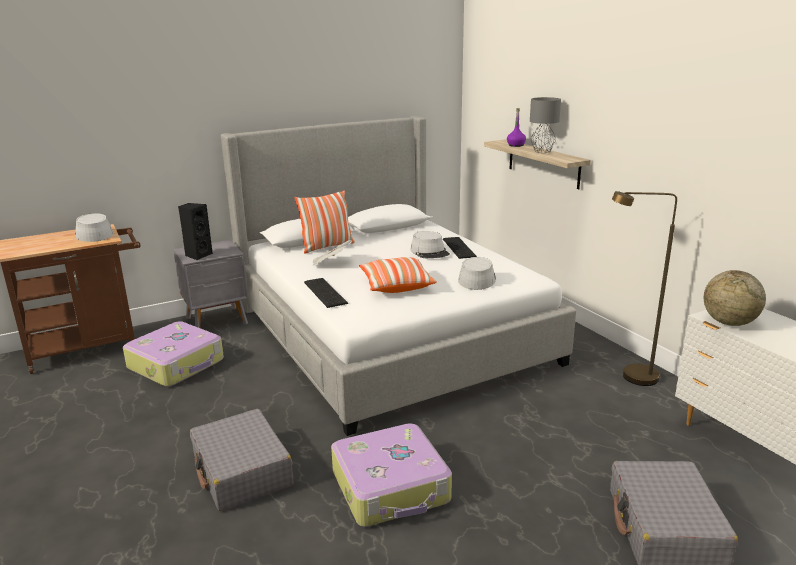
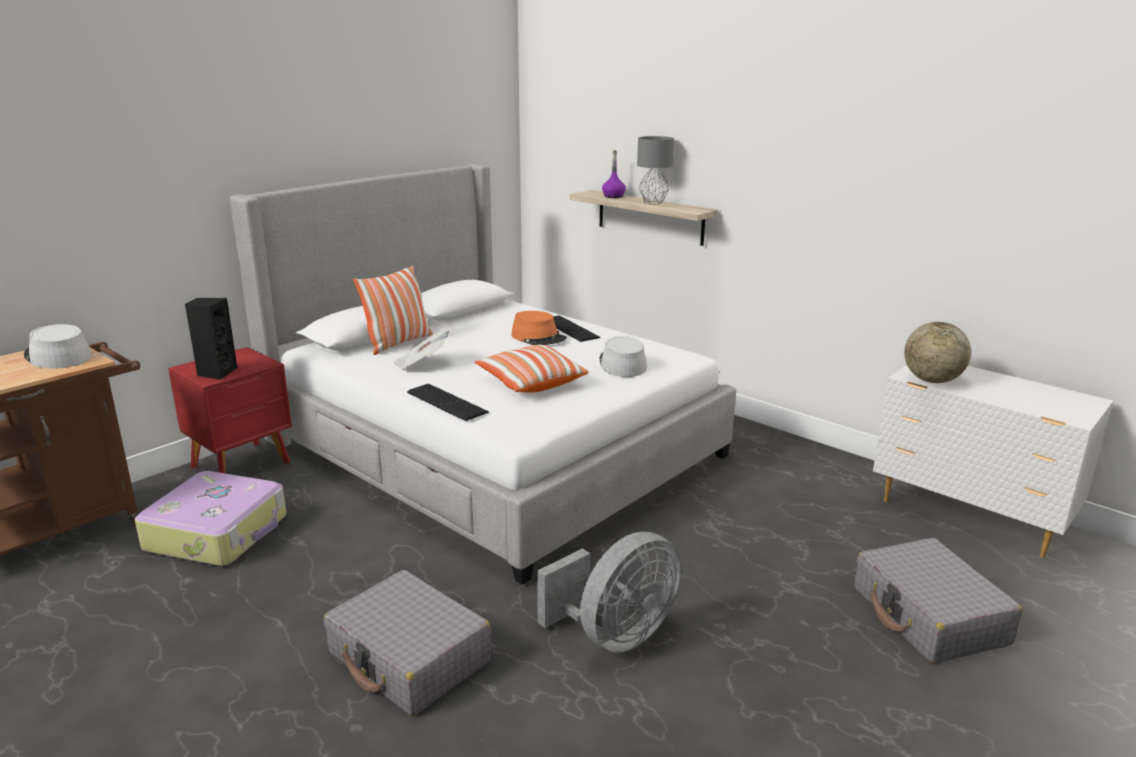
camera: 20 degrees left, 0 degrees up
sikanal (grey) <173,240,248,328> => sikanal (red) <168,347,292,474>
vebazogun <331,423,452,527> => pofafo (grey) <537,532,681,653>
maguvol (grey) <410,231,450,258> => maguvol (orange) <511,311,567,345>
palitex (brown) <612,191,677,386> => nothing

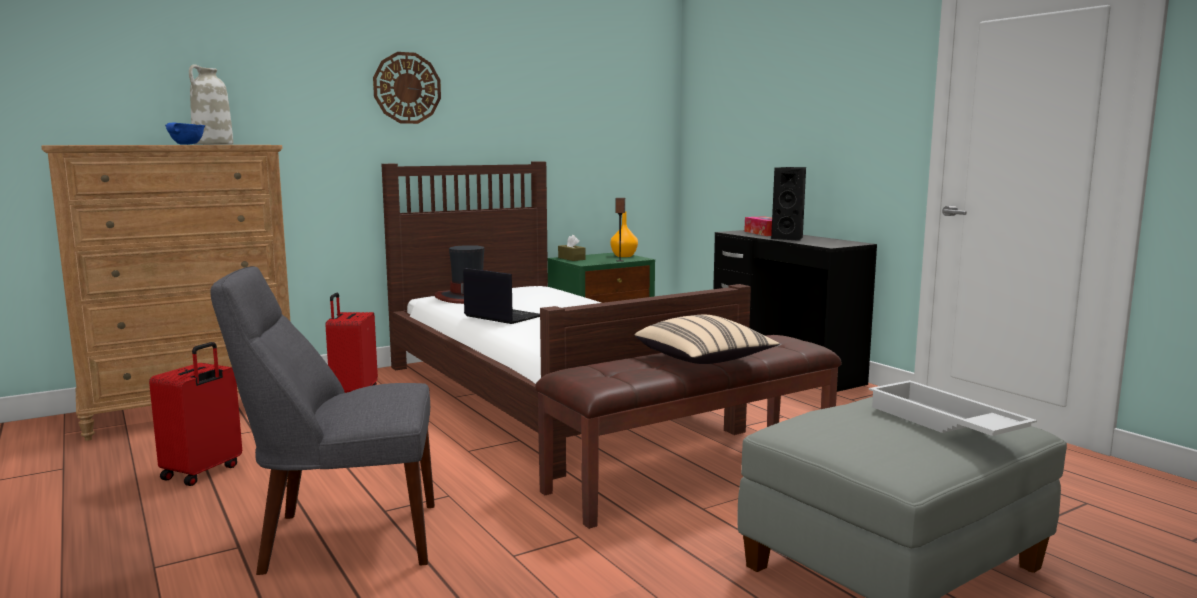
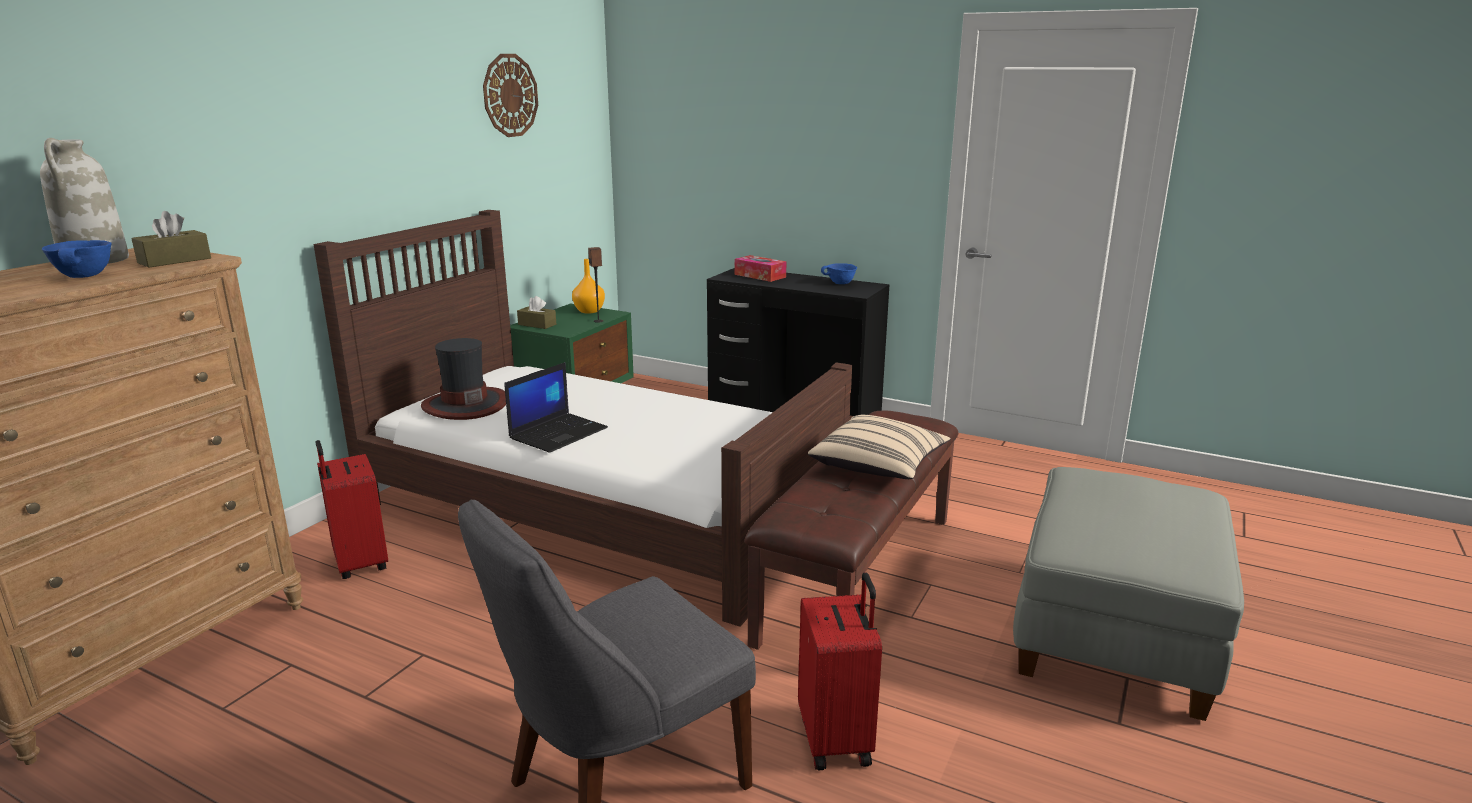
camera: 30 degrees left, 10 degrees up
vebazogun (red) <149,342,242,486> => vebazogun (red) <798,572,882,771>, move
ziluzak <373,52,441,124> => ziluzak <483,54,538,137>, move
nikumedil <463,268,540,324> => nikumedil <504,362,608,453>, 120 degrees clockwise
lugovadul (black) <771,167,806,241> => nothing
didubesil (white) <869,380,1037,436> => nothing
nothing => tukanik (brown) <131,211,211,267>
nothing => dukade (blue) <821,263,857,284>

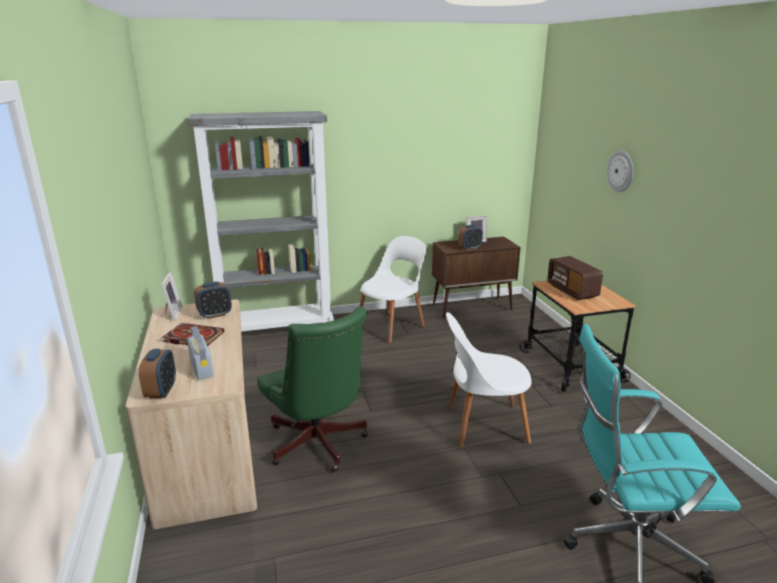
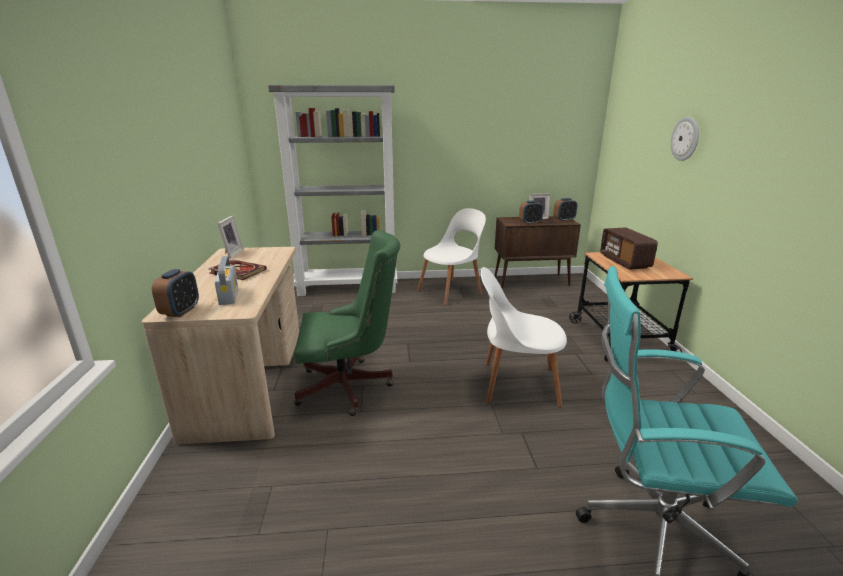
camera: 10 degrees right, 0 degrees up
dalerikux <194,281,232,319> => dalerikux <553,198,577,222>, move
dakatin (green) <257,306,368,472> => dakatin (green) <294,230,400,416>, 75 degrees counterclockwise

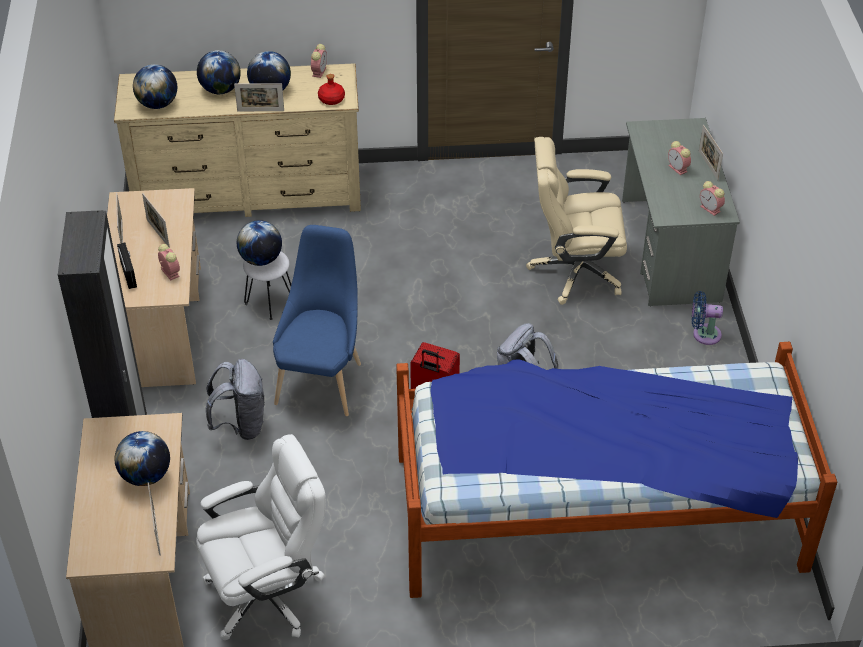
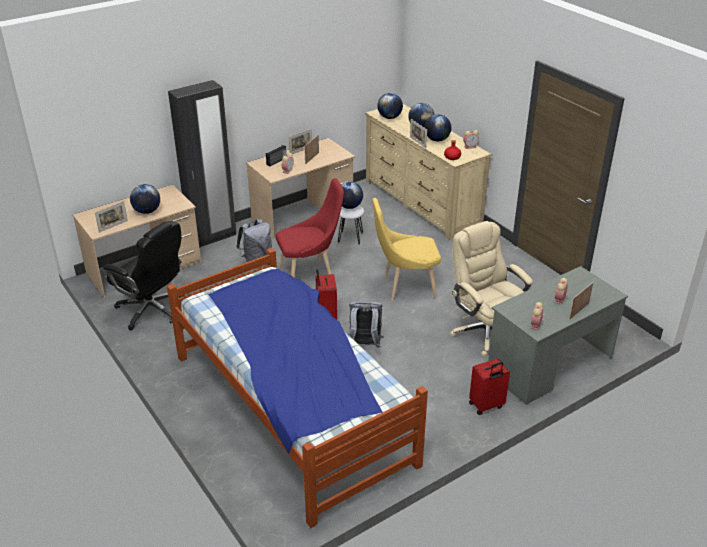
camera: 60 degrees right, 10 degrees down
dakatin (white) <196,434,326,640> => dakatin (black) <103,221,185,330>
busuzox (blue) <273,225,361,416> => busuzox (red) <276,178,344,277>
pofafo (blue) <692,291,723,345> => vebazogun (red) <469,359,510,415>
nothing => busuzox (yellow) <372,198,441,301>

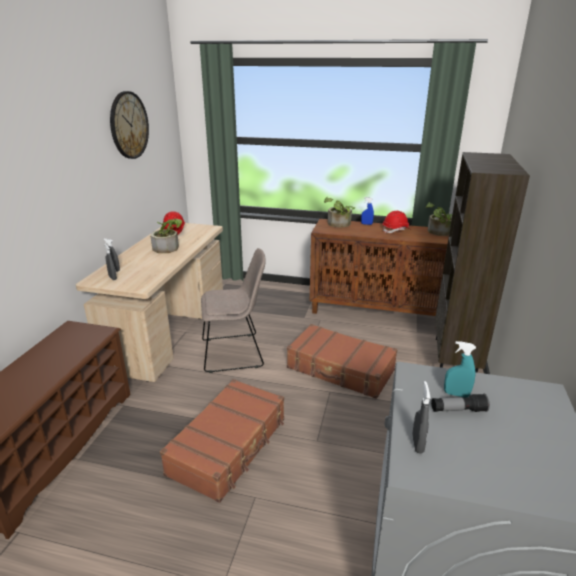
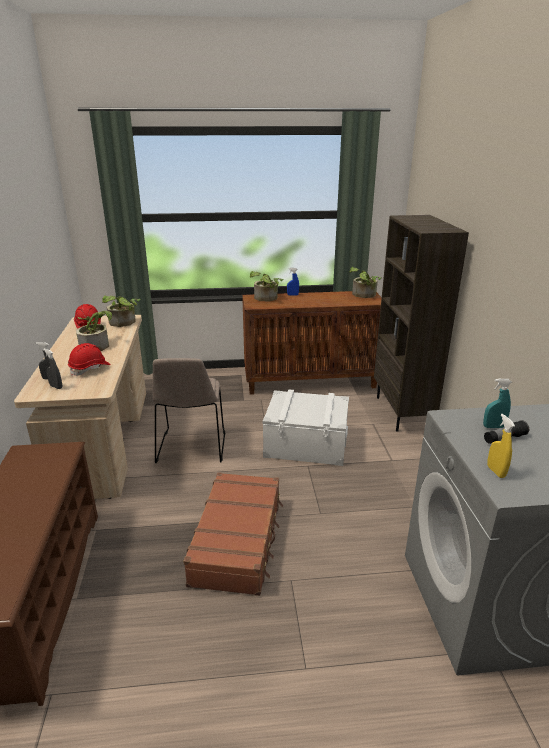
camera: 20 degrees left, 0 degrees up
ziluzak <110,91,149,159> => nothing
busuzox (beige) <201,248,266,373> => busuzox (beige) <152,358,226,463>, 120 degrees clockwise
vebazogun (brown) <287,324,397,399> => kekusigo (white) <263,389,349,466>
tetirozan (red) <383,211,410,234> => tetirozan (red) <68,343,111,377>, move
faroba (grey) <412,381,430,454> => faroba (yellow) <487,414,515,478>
nothing => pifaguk <102,295,140,327>

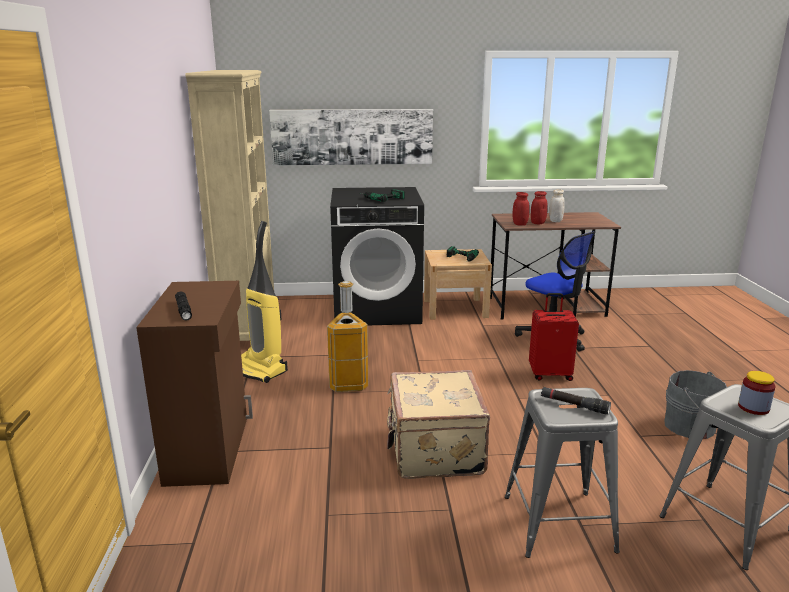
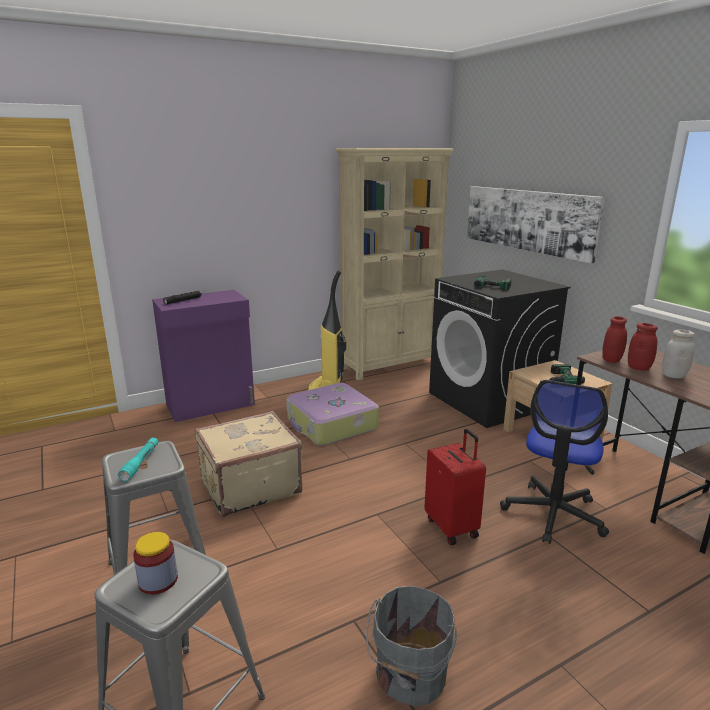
camera: 65 degrees right, 0 degrees up
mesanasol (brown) <136,281,253,487> => mesanasol (purple) <152,290,255,422>
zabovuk <327,281,368,392> => vebazogun <286,383,379,446>
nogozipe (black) <541,387,611,415> => nogozipe (turquoise) <118,438,159,481>

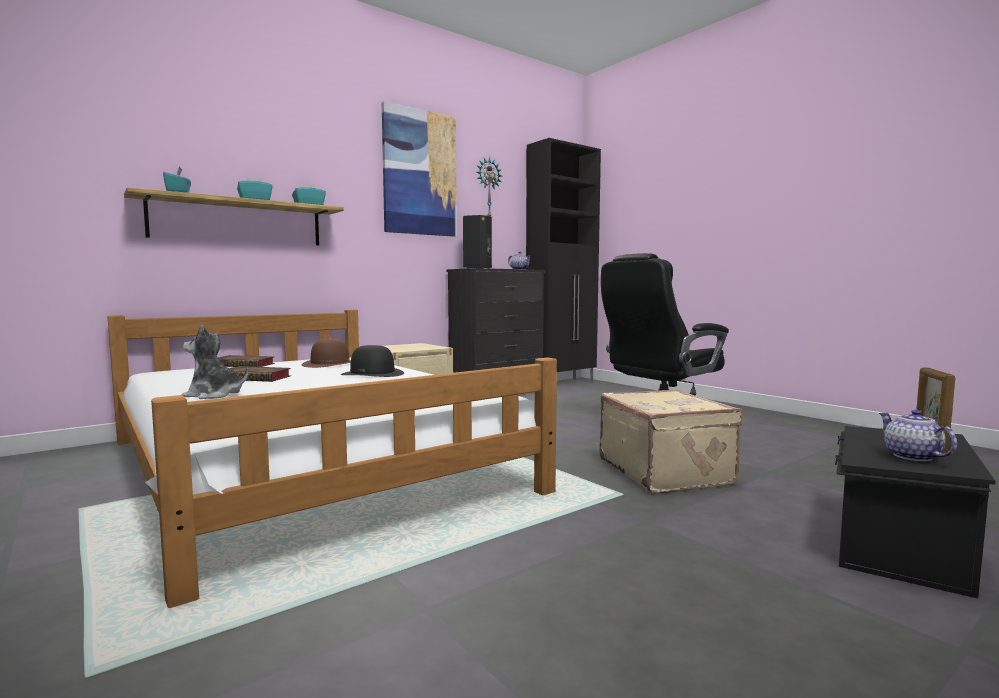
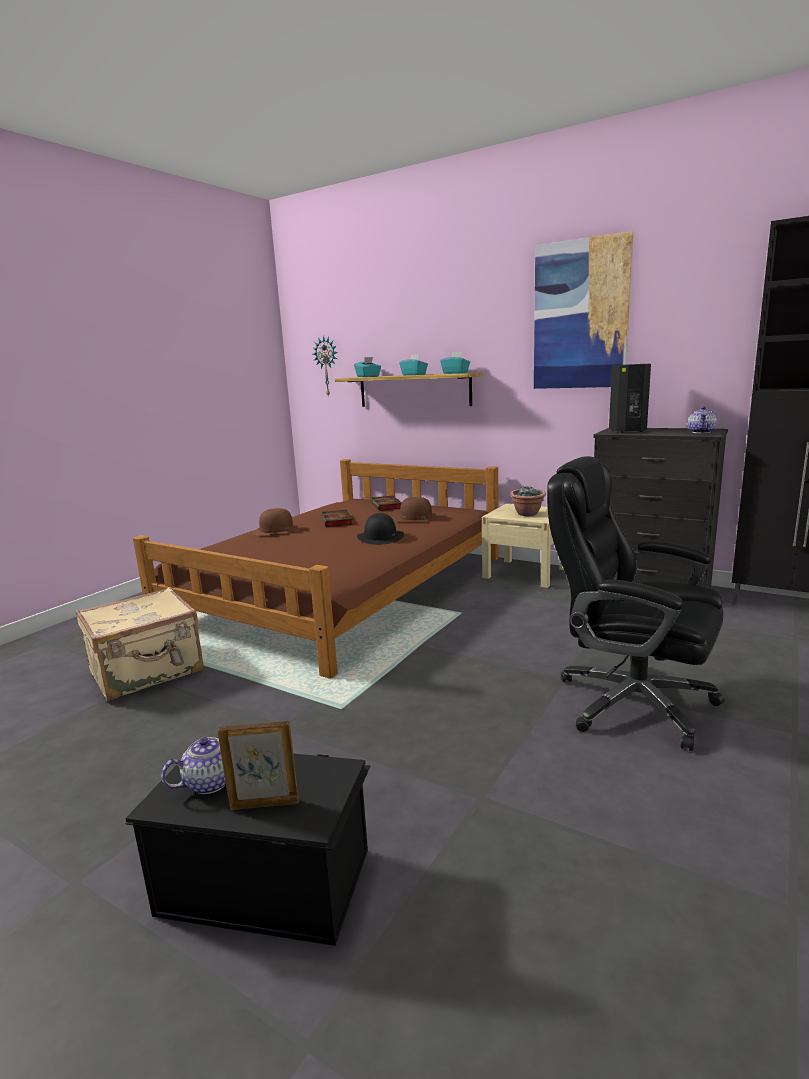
camera: 70 degrees right, 10 degrees up
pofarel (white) <107,309,557,608> => pofarel (brown) <133,459,499,679>
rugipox <182,325,248,399> => maguvol (brown) <253,508,301,535>
ziluzak <476,157,502,216> => ziluzak <312,336,338,397>, move
vebazogun (beige) <599,389,743,493> => vebazogun (beige) <76,587,204,701>, move
nothing => pifaguk <510,486,546,516>

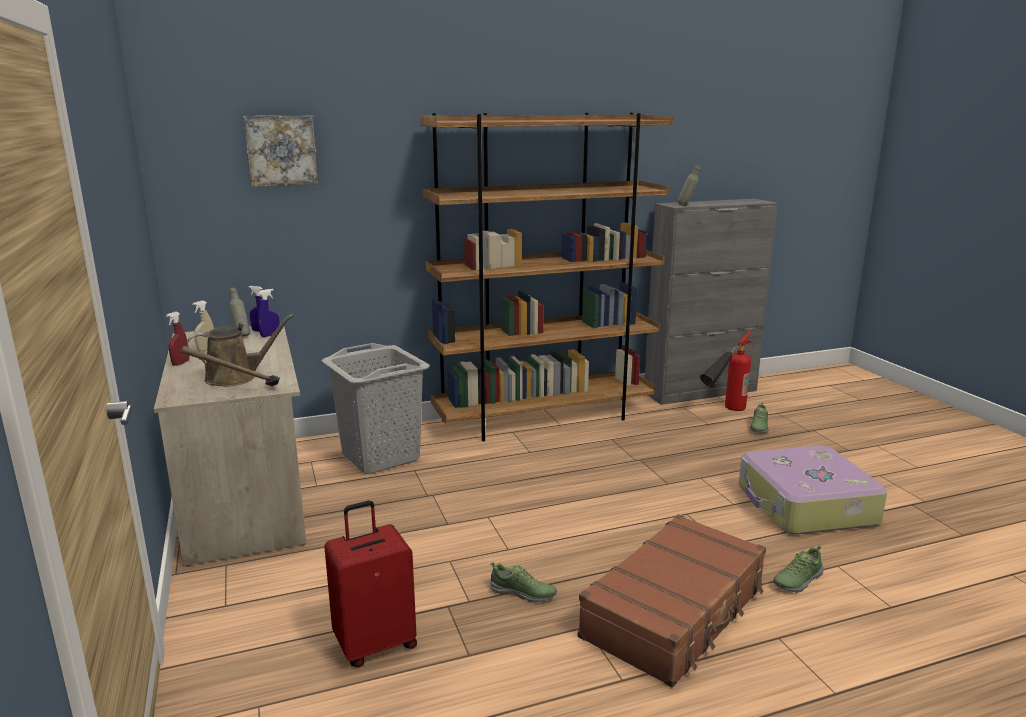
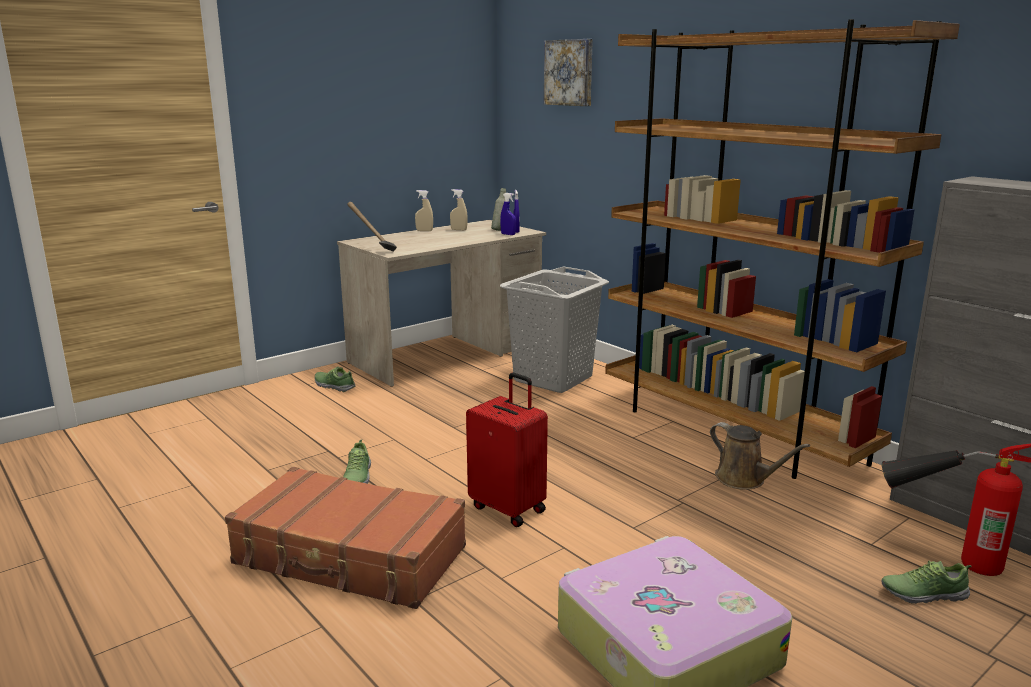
camera: 70 degrees right, 0 degrees up
faroba (red) <166,312,189,366> => faroba (beige) <415,190,433,231>
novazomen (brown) <186,314,294,386> => novazomen (brown) <710,422,810,490>, move
vebazogun (red) <324,501,417,667> => vebazogun (red) <466,372,548,527>, move
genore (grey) <677,164,701,206> => nothing
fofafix <773,546,824,593> => fofafix <315,366,356,392>, move

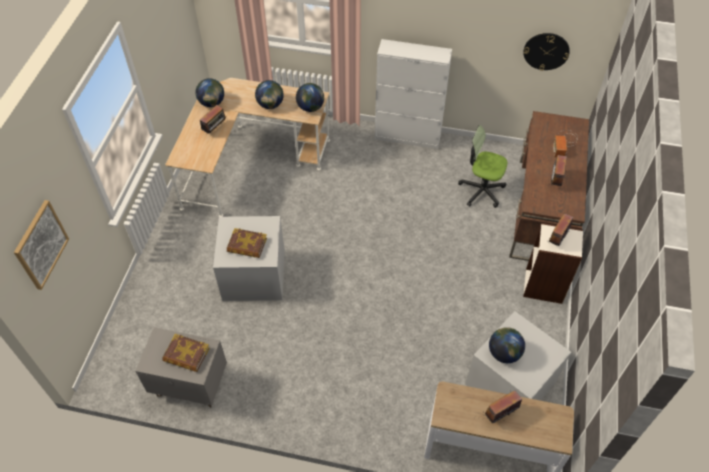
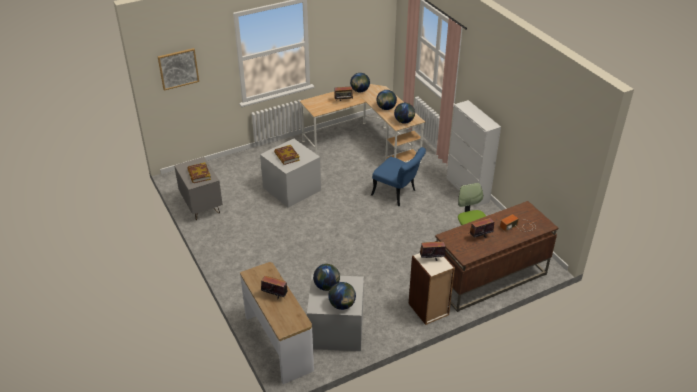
camera: 50 degrees right, 15 degrees down
ziluzak <523,33,570,71> => nothing
nothing => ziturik <328,282,356,310>
nothing => busuzox (blue) <371,147,426,206>

